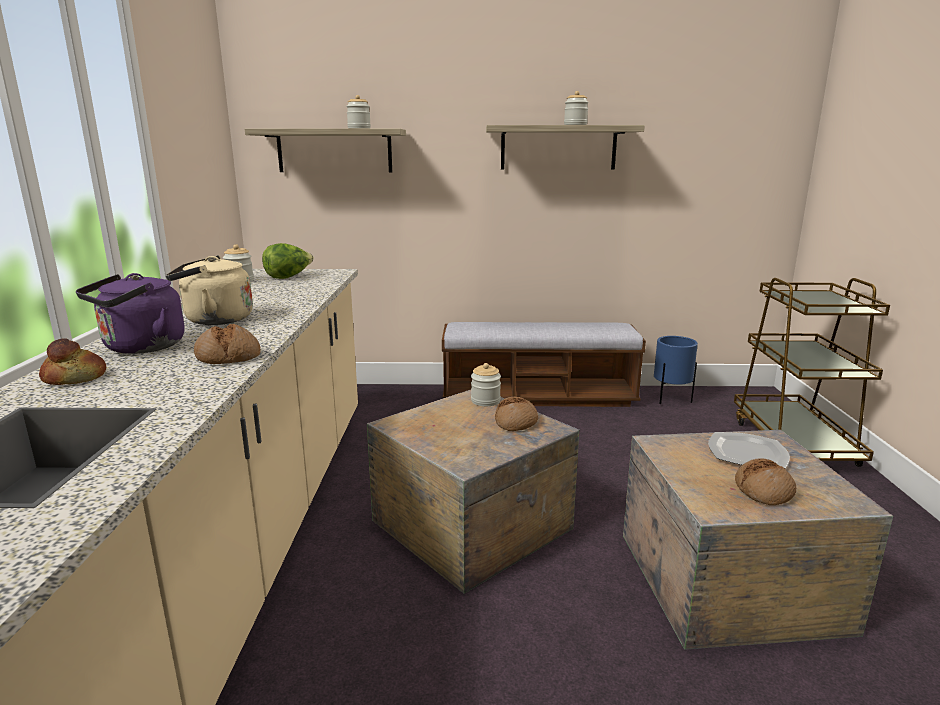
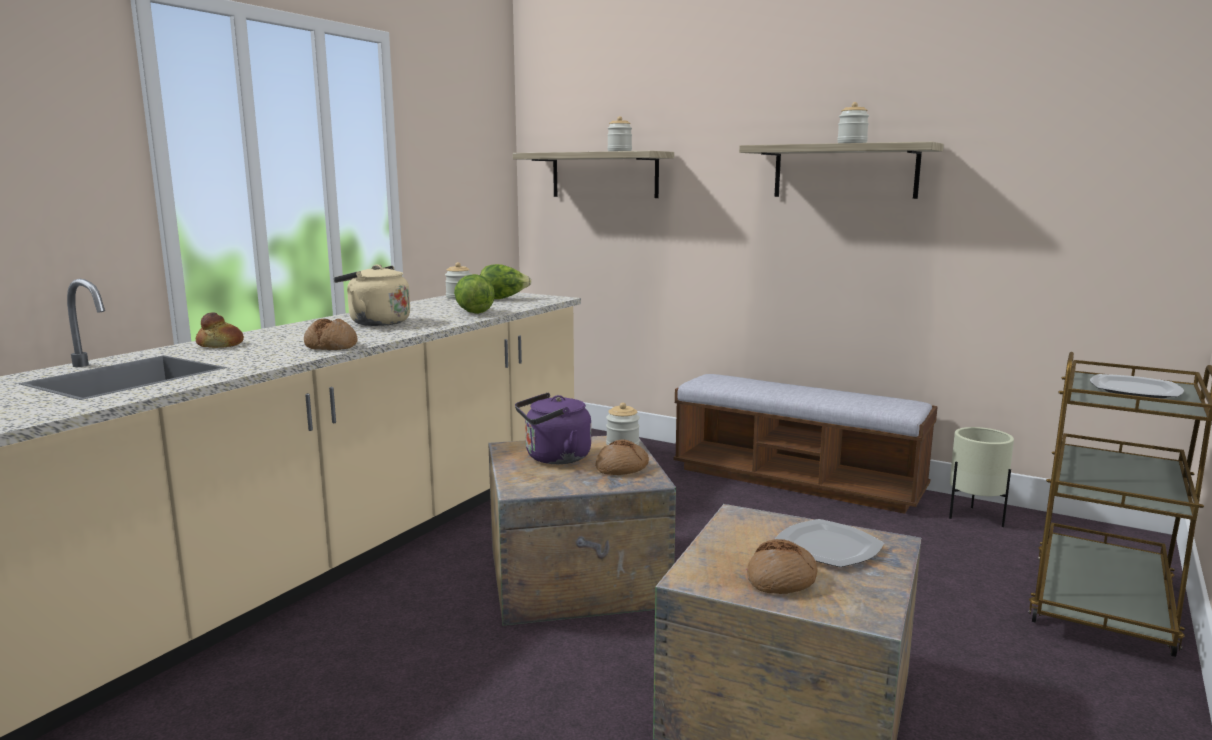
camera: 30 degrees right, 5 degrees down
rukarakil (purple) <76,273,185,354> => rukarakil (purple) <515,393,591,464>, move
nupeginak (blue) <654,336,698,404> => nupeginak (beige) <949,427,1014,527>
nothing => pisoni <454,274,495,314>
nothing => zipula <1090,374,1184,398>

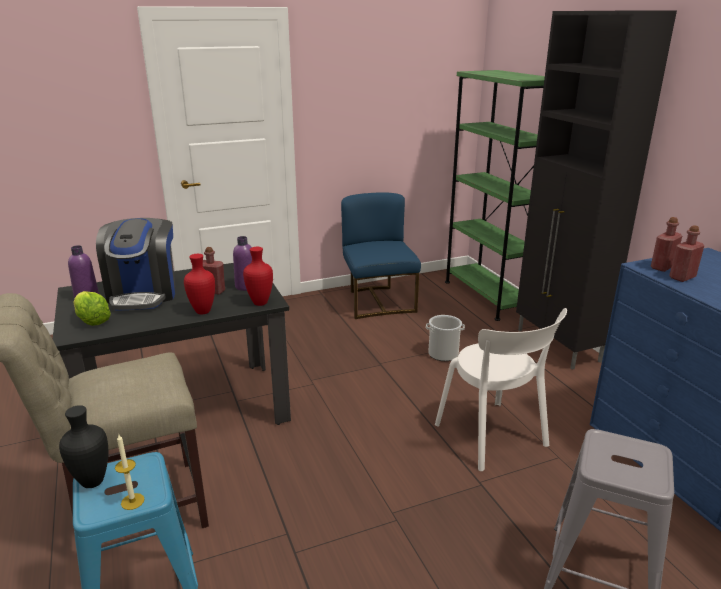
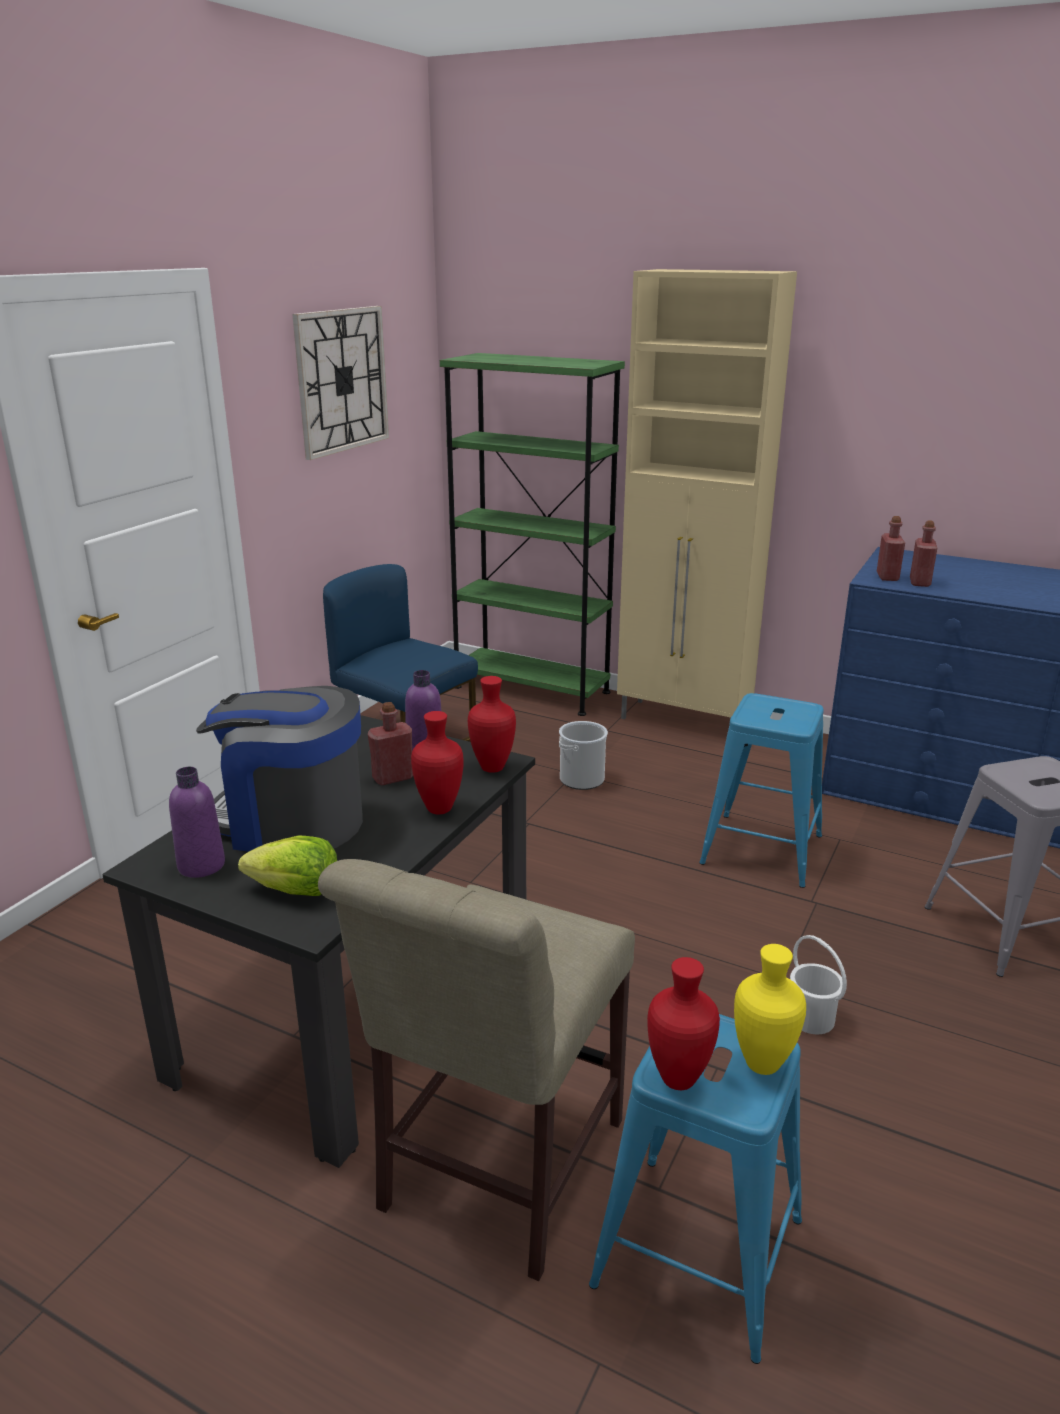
camera: 40 degrees left, 0 degrees up
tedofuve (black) <59,405,108,488> => tedofuve (red) <647,957,720,1090>
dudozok <96,218,175,310> => dudozok <196,686,363,852>, 150 degrees clockwise
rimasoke <115,435,144,510> => tedofuve (yellow) <734,944,806,1075>
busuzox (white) <435,308,567,471> => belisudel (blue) <699,693,824,888>
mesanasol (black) <516,10,677,370> => mesanasol (beige) <617,269,797,719>
nothing => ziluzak <292,306,389,460>
nothing => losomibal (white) <790,935,847,1034>

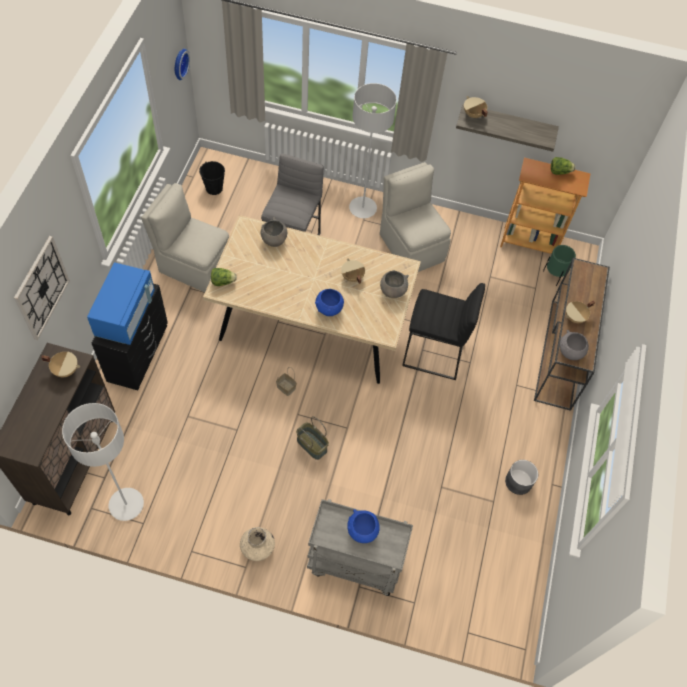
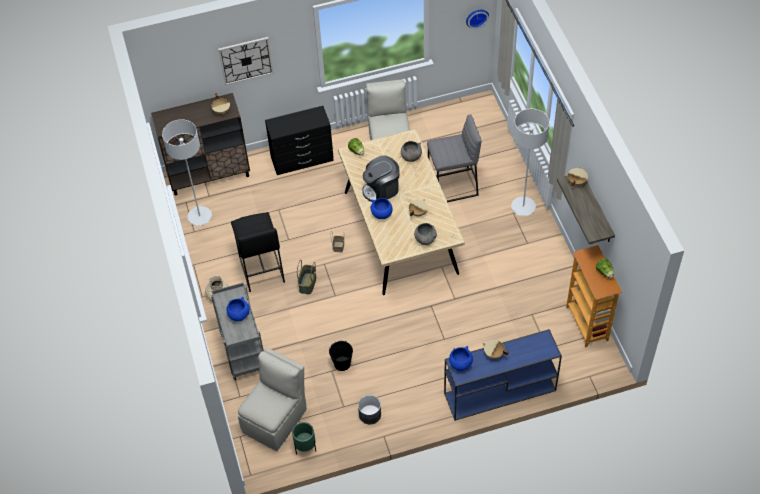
camera: 65 degrees right, 5 degrees down
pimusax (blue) <87,262,155,345> => nothing
losomibal (black) <199,161,225,195> => losomibal (black) <329,341,353,371>, move
busuzox (beige) <380,162,451,272> => busuzox (beige) <238,348,307,451>, move
belisudel (black) <402,283,485,380> => belisudel (black) <231,212,285,292>, move
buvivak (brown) <534,258,610,411> => buvivak (blue) <444,329,562,421>
nupeginak (green) <543,245,576,286> => nupeginak (green) <292,422,316,455>, move
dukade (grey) <560,330,589,360> => dukade (blue) <449,346,473,371>
nothing => dudozok <362,155,400,202>

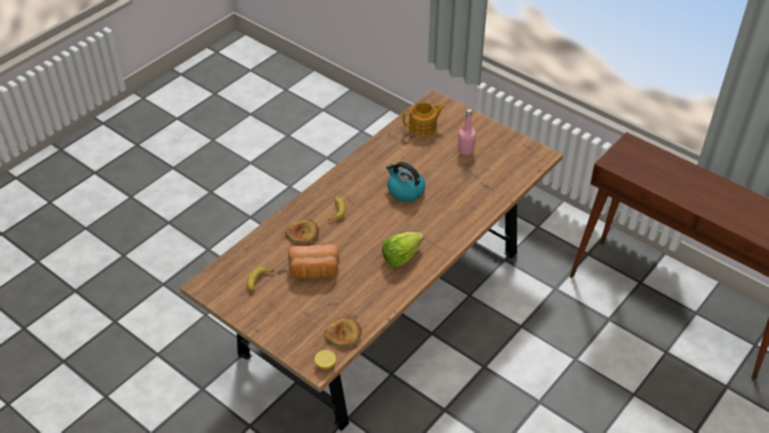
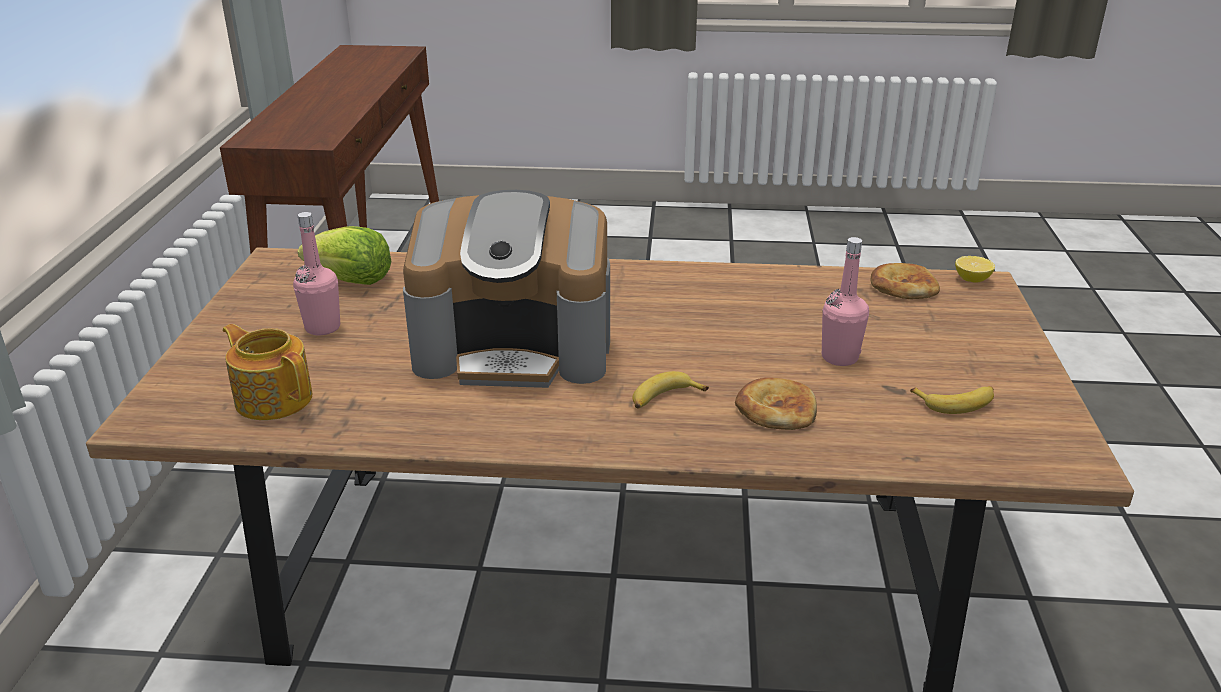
camera: 125 degrees left, 15 degrees down
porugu <288,244,339,279> => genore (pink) <822,237,869,366>
pisoni <382,232,423,268> => pisoni <298,226,391,285>, move
rukarakil <386,162,425,202> => dudozok <403,190,610,388>

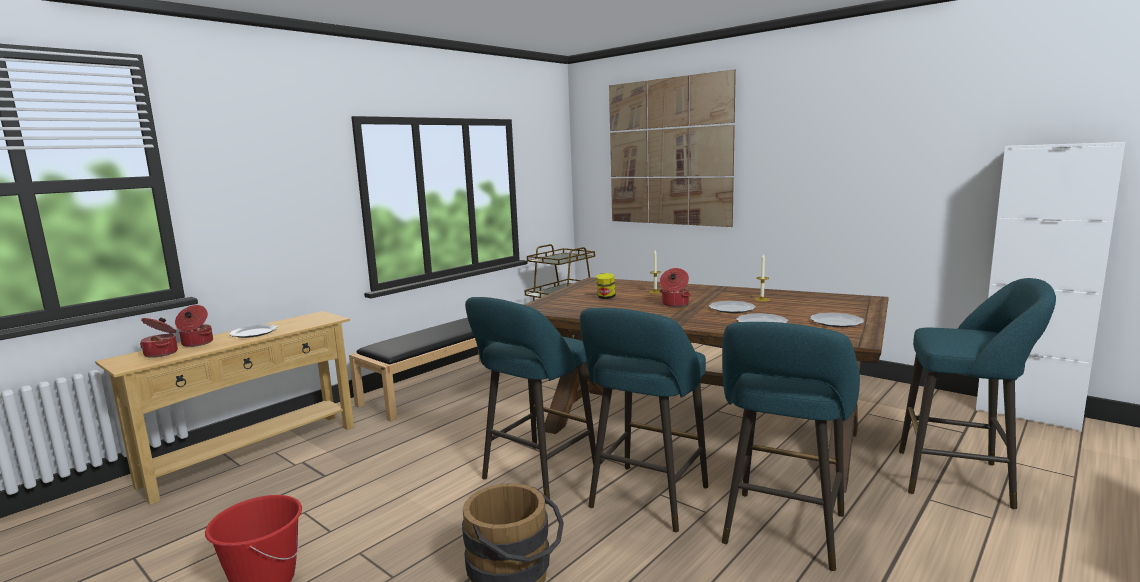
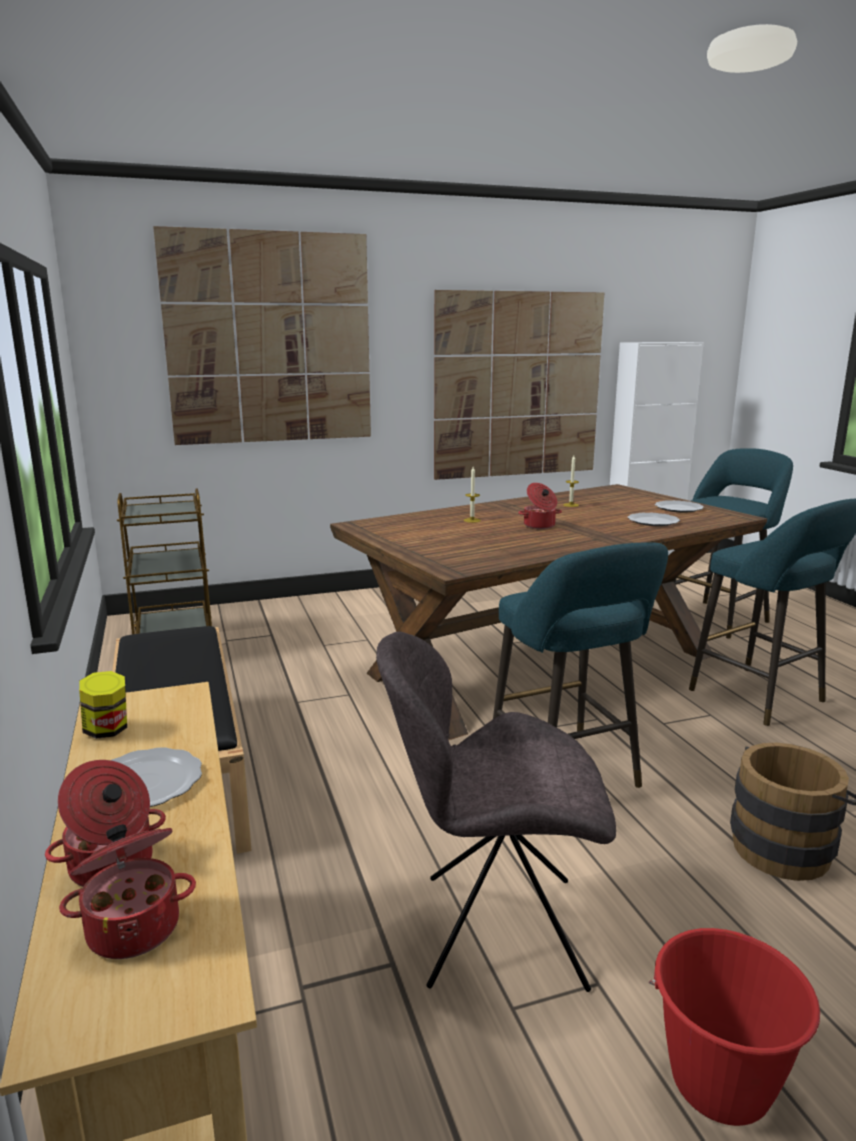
camera: 60 degrees left, 5 degrees up
belisudel (turquoise) <580,308,708,532> => nothing
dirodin <596,273,616,299> => dirodin <79,671,127,739>, move
zipula <709,301,756,313> => nothing
nothing => busuzox (grey) <376,632,616,992>
nothing => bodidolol <434,290,604,480>

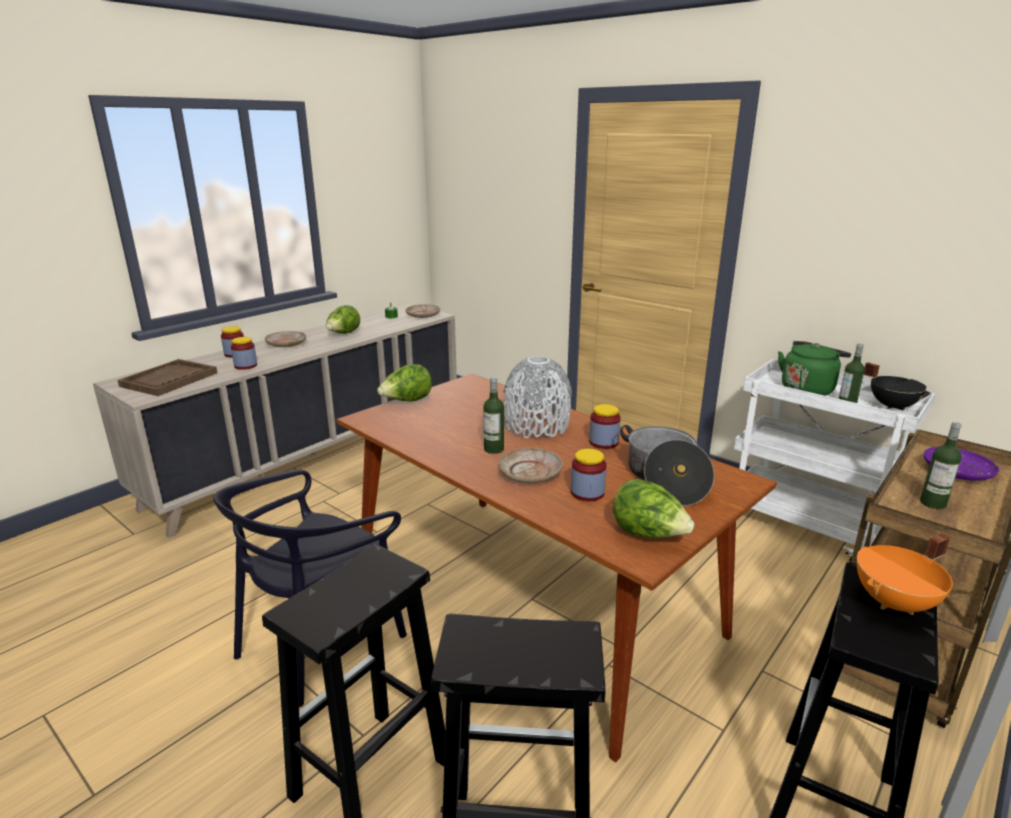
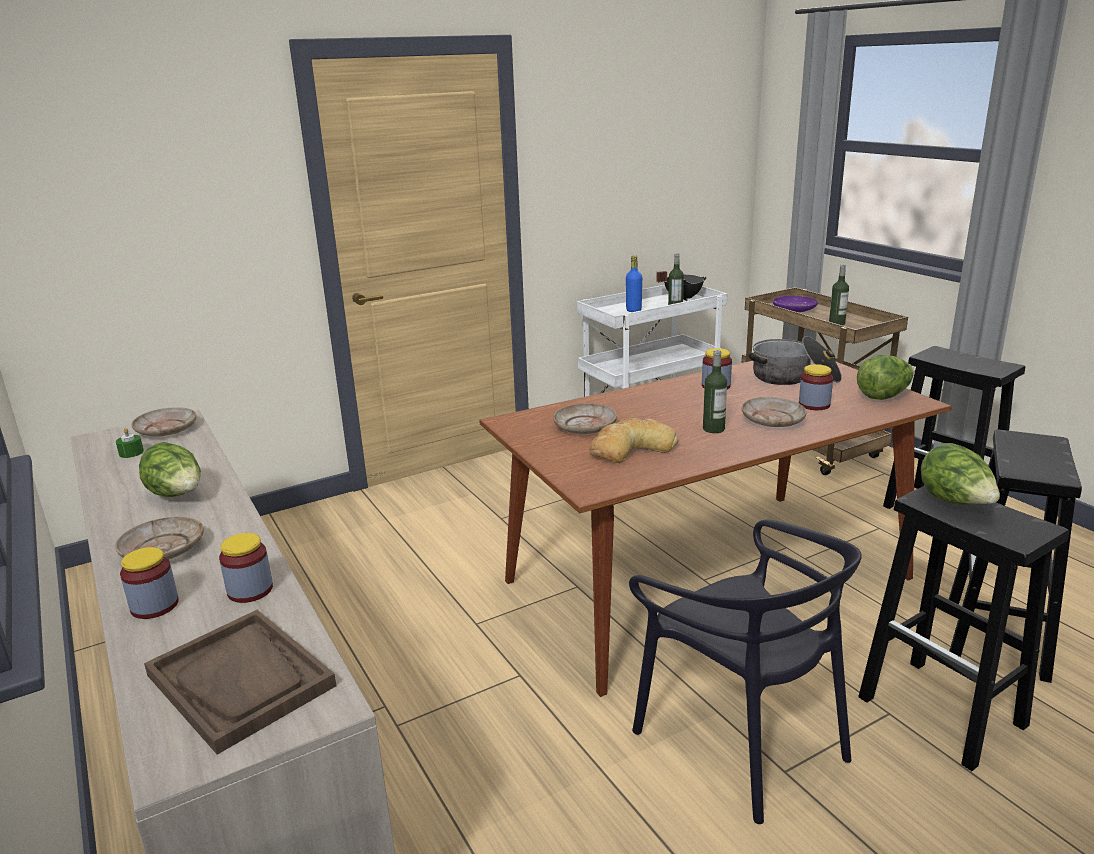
camera: 70 degrees left, 0 degrees up
pisoni <377,364,432,402> => pisoni <921,443,1000,504>, move
tedofuve (grey) <503,356,572,438> => nothing
rukarakil (green) <778,341,851,396> => genore (blue) <626,255,642,312>
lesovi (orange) <857,533,953,615> => nothing
nothing => zipula (beige) <553,403,617,434>
nothing => porugu <589,418,678,463>

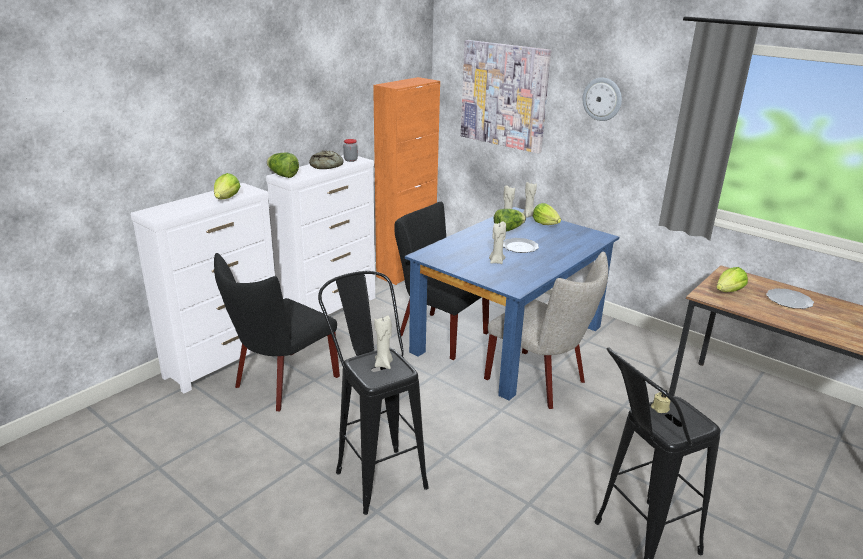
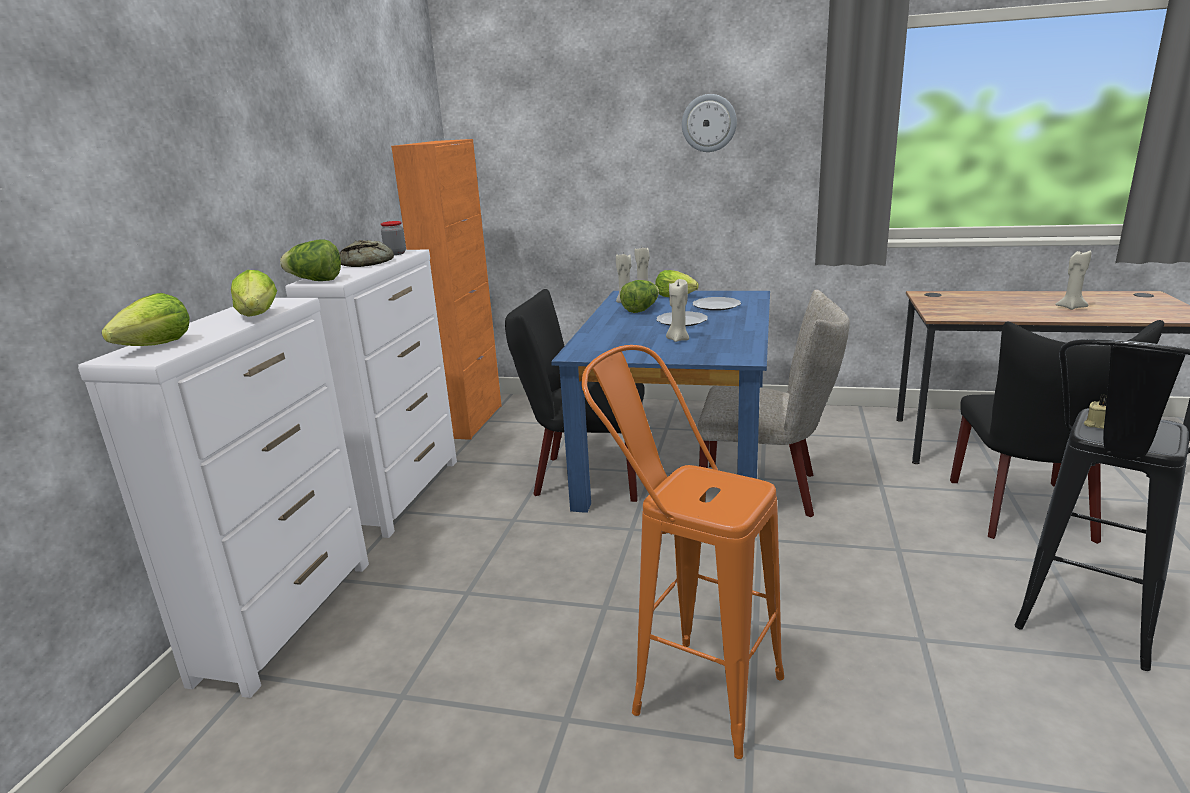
camera: 25 degrees left, 5 degrees down
busuzox (black) <214,253,340,411> => busuzox (black) <950,320,1164,544>, move
belisudel (black) <318,271,429,515> => belisudel (orange) <582,345,784,759>
rimasoke (beige) <374,315,393,369> => rimasoke (beige) <1055,250,1091,310>, move
bodidolol <461,40,551,154> => nothing
pisoni <716,267,748,292> => pisoni <102,293,189,346>, move
zipula <766,288,814,309> => zipula <692,297,741,311>, move

